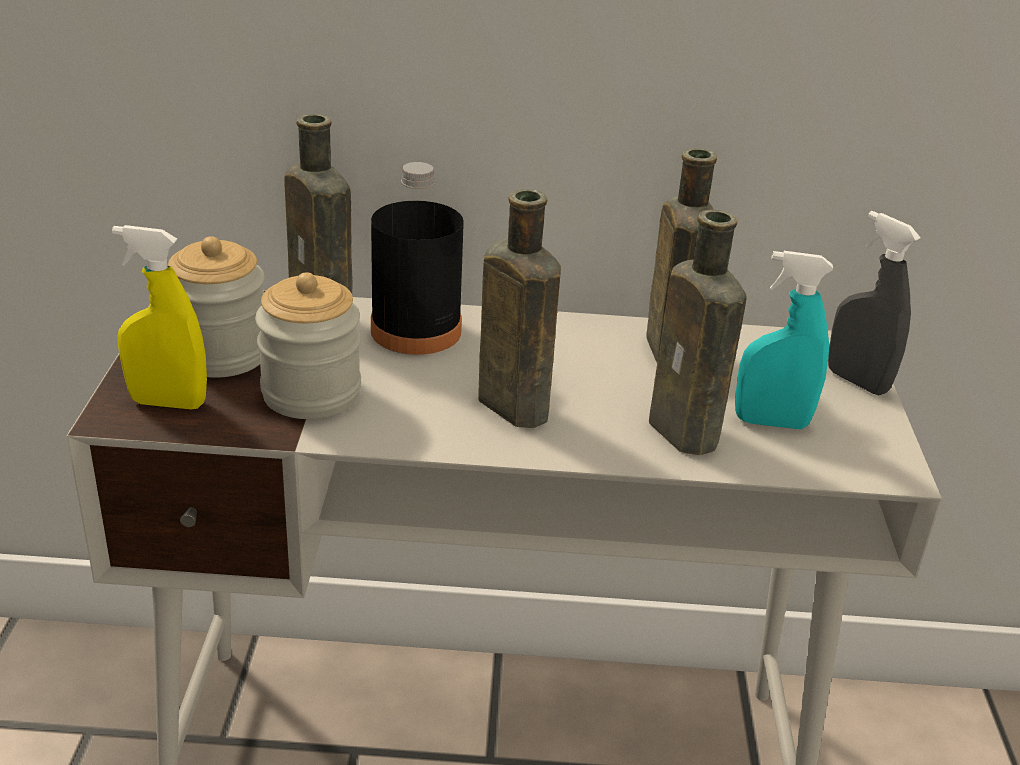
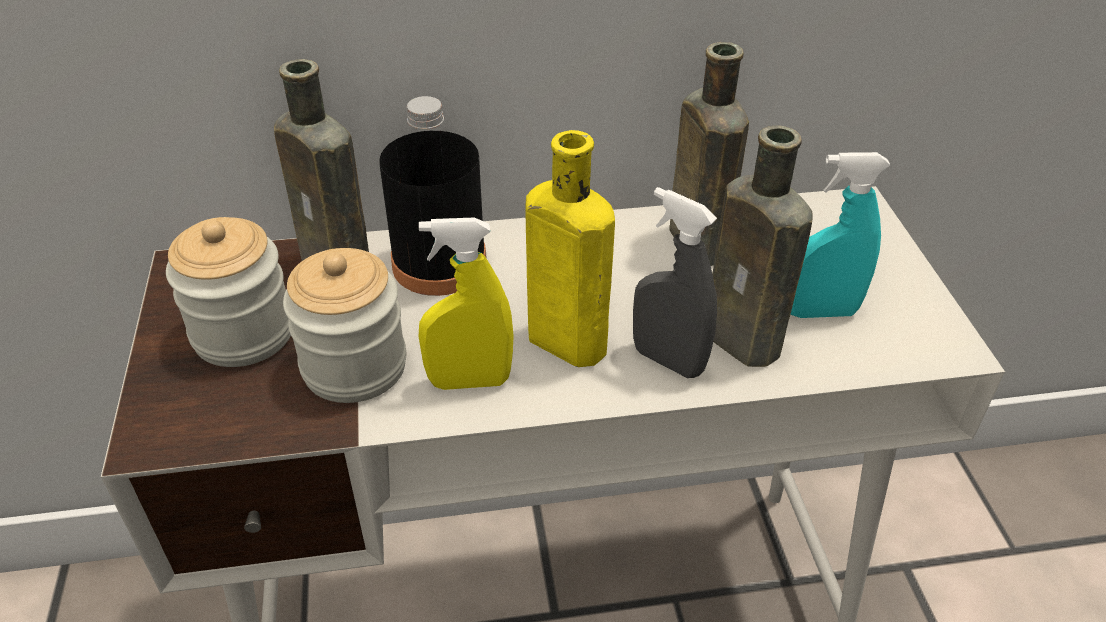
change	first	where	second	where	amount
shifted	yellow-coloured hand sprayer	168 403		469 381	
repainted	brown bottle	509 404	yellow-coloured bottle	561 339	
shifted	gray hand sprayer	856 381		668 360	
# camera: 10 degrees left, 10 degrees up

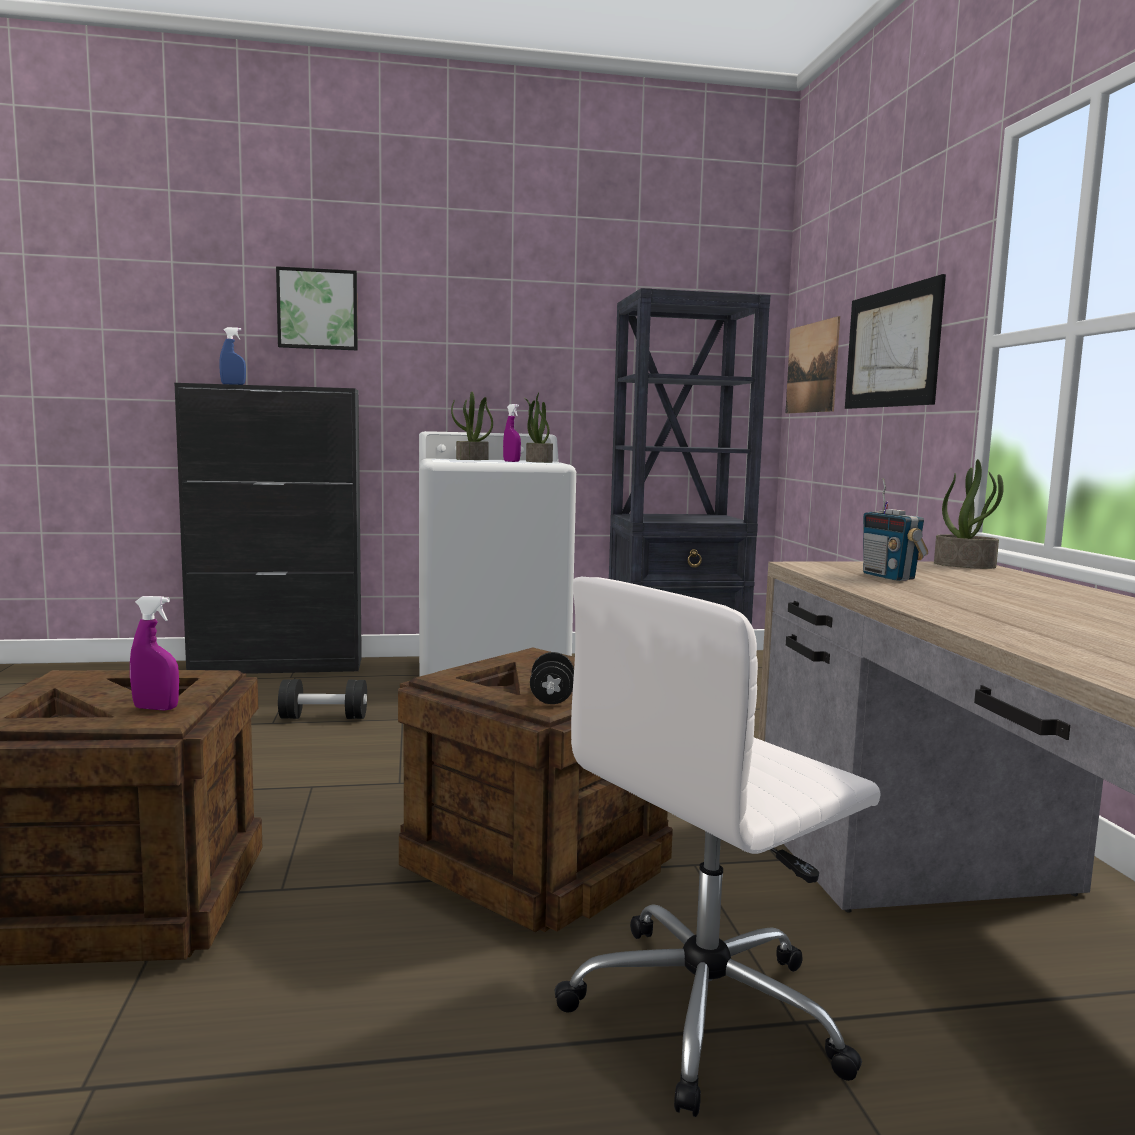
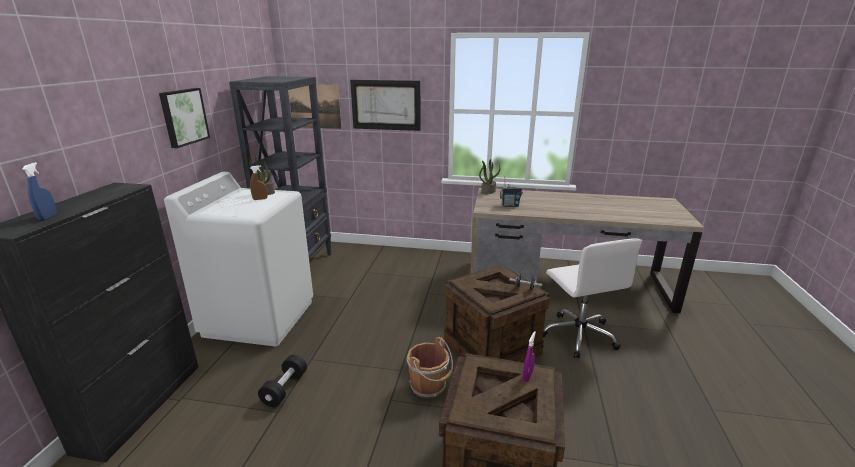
change	first	where	second	where	amount
shifted	picture	318 309		183 117	
gone	plant in a pot	472 459			
repainted	purple-coloured hand sprayer	511 461	brown hand sprayer	260 199	
new			brown pail	429 386	
# camera: 70 degrees left, 15 degrees up

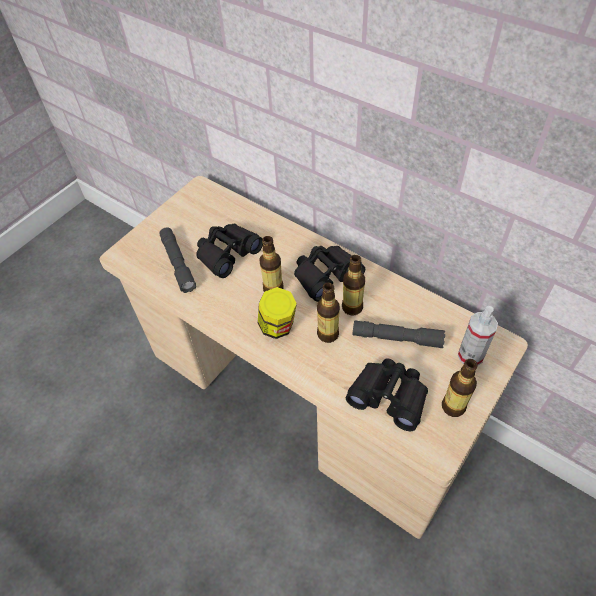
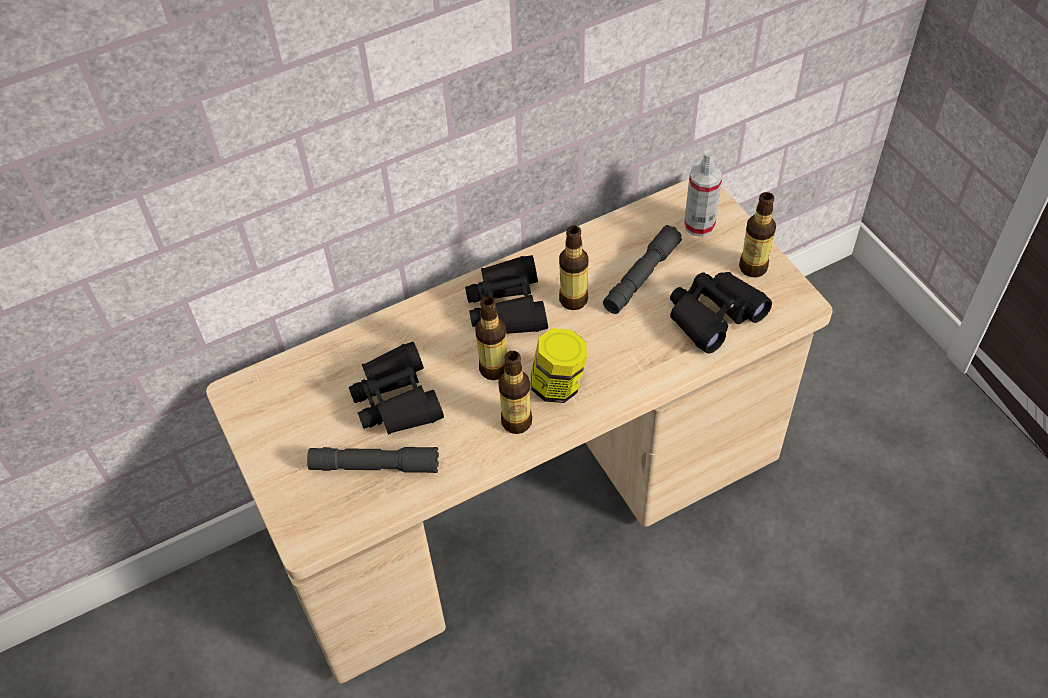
change	first	where	second	where	amount
shifted	bottle	328 334		516 421	
# camera: 65 degrees left, 0 degrees up

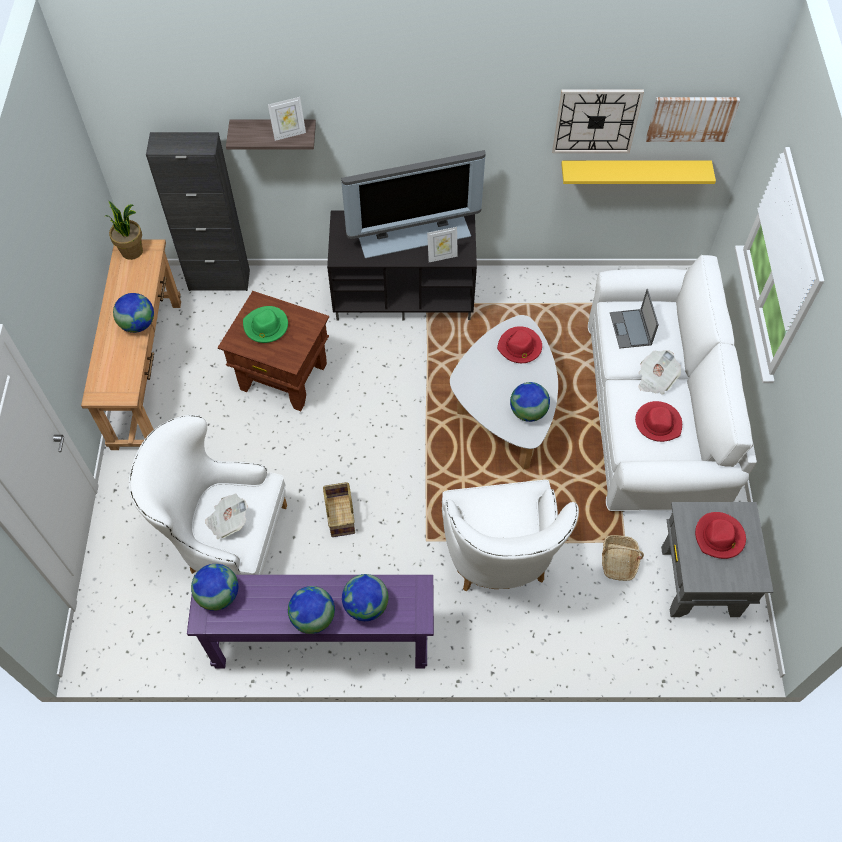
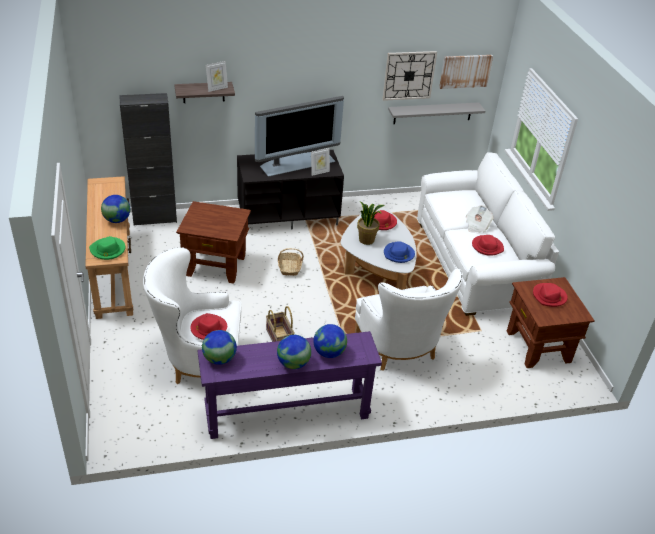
change	first	where	second	where	amount
shifted	plant in a pot	132 251		366 240	
swapped	daily paper	228 521	reddish hat	208 328	
shifted	greenish hat	266 326		108 250	
swapped	desk globe	528 412	blue-coloured hat	399 254	
repainted	yellow-coloured wall shelf	634 171	gray wall shelf	432 113	
shifted	basket	618 561		289 267	
gone	notebook computer	631 329			
repainted	gray side table	699 581	brown side table	538 347	
# camera: 15 degrees left, 20 degrees down

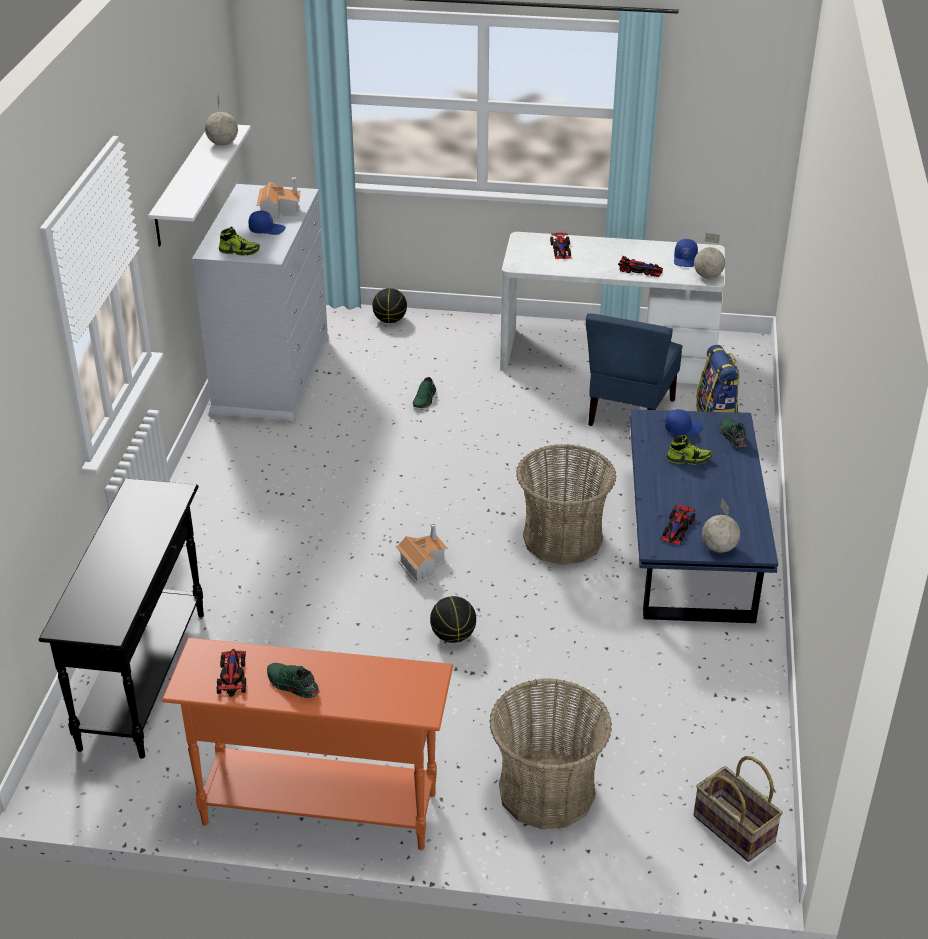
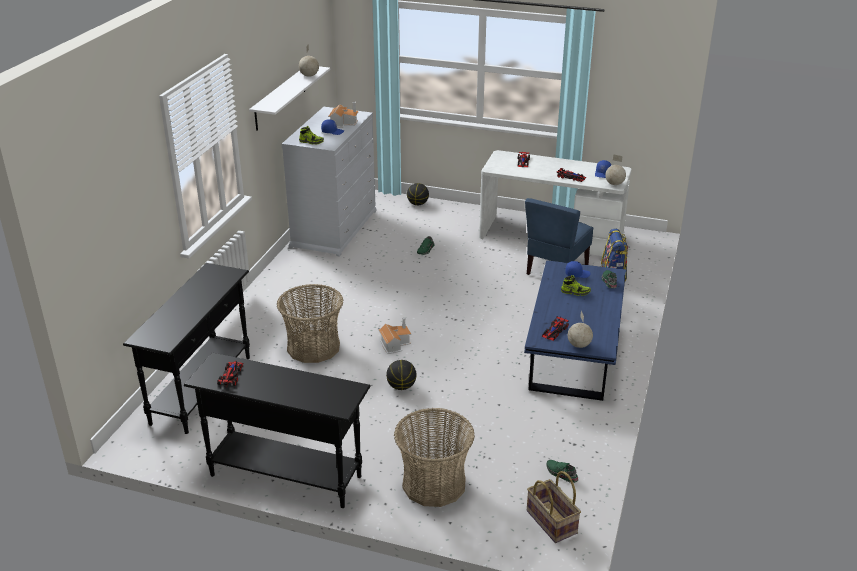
change	first	where	second	where	amount
repainted	orange-coloured console table	319 808	blackish console table	285 475	
shifted	greenish shoe	292 685		561 474	
shifted	basket	563 538		313 347	
# camera: 10 degrees right, 5 degrees down

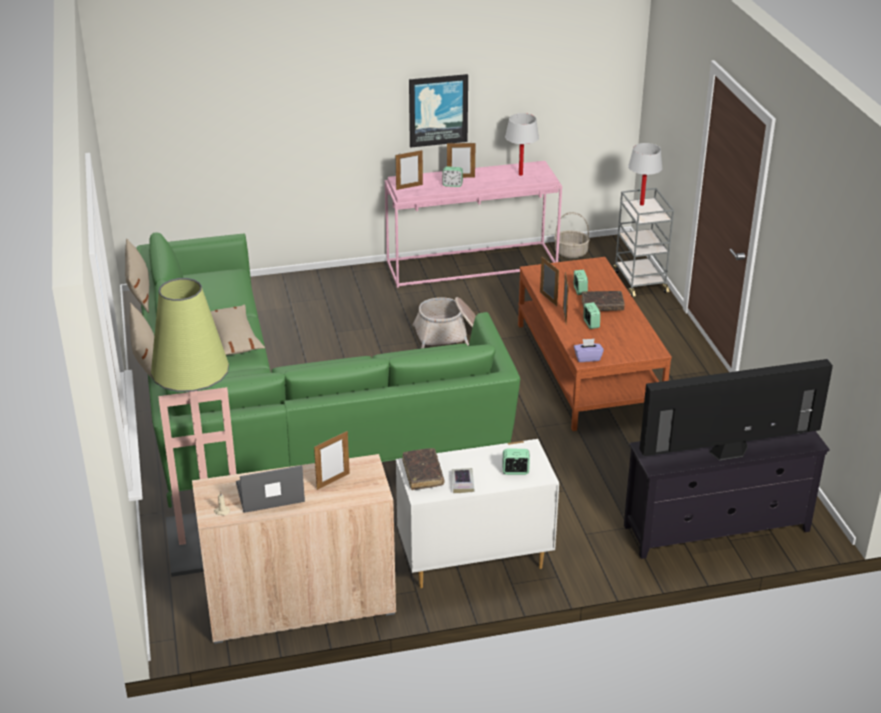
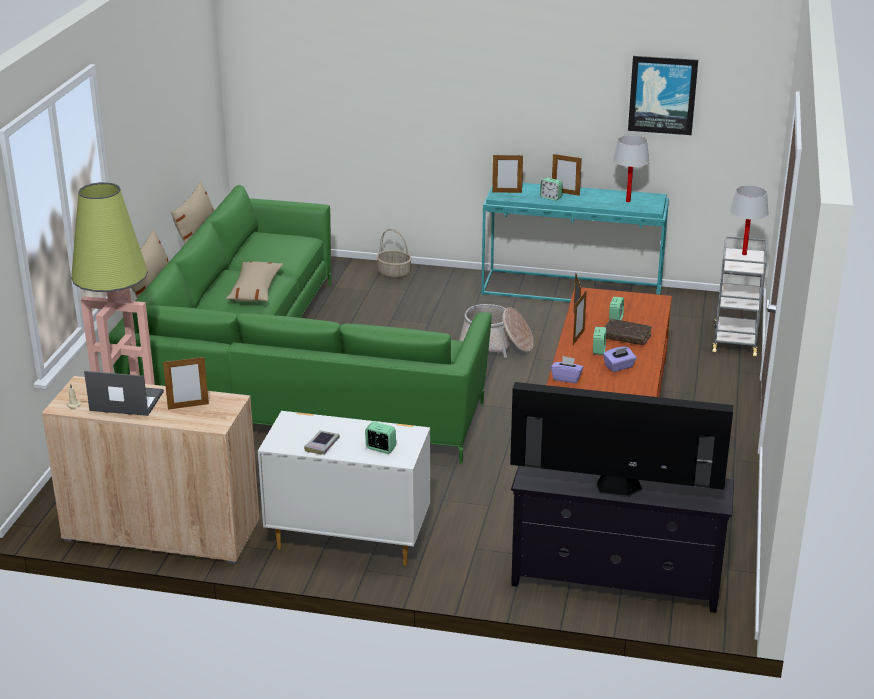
change	first	where	second	where	amount
repainted	pink-coloured console table	472 264	turquoise-coloured console table	573 290	
gone	brown book	423 473			
shifted	picture	438 110		662 95	
shifted	basket	571 253		394 273	
new			purple-coloured tissue holder	619 367	
# camera: 25 degrees right, 5 degrees down

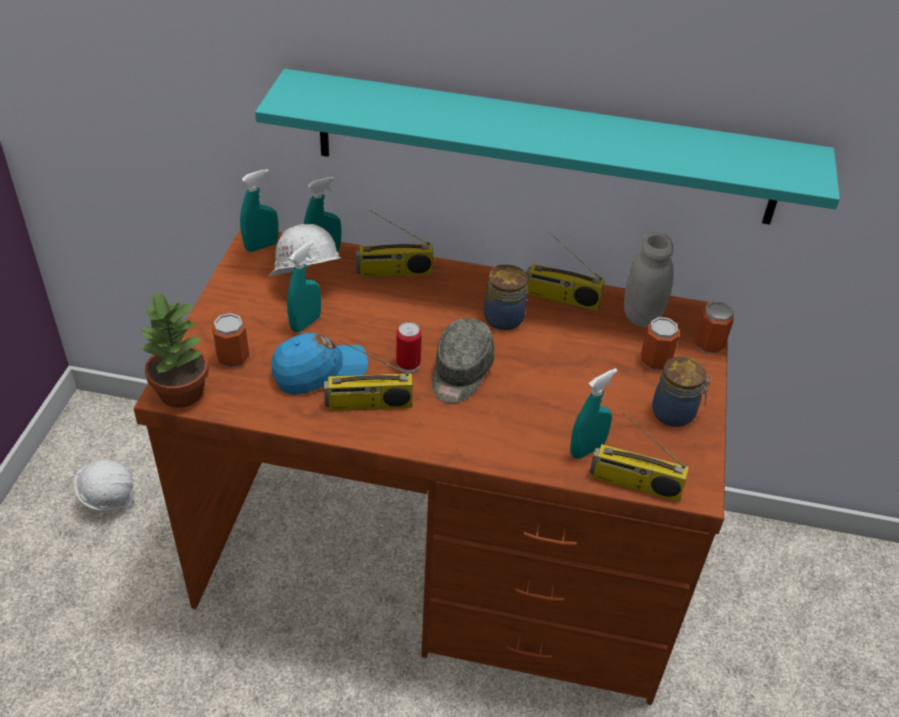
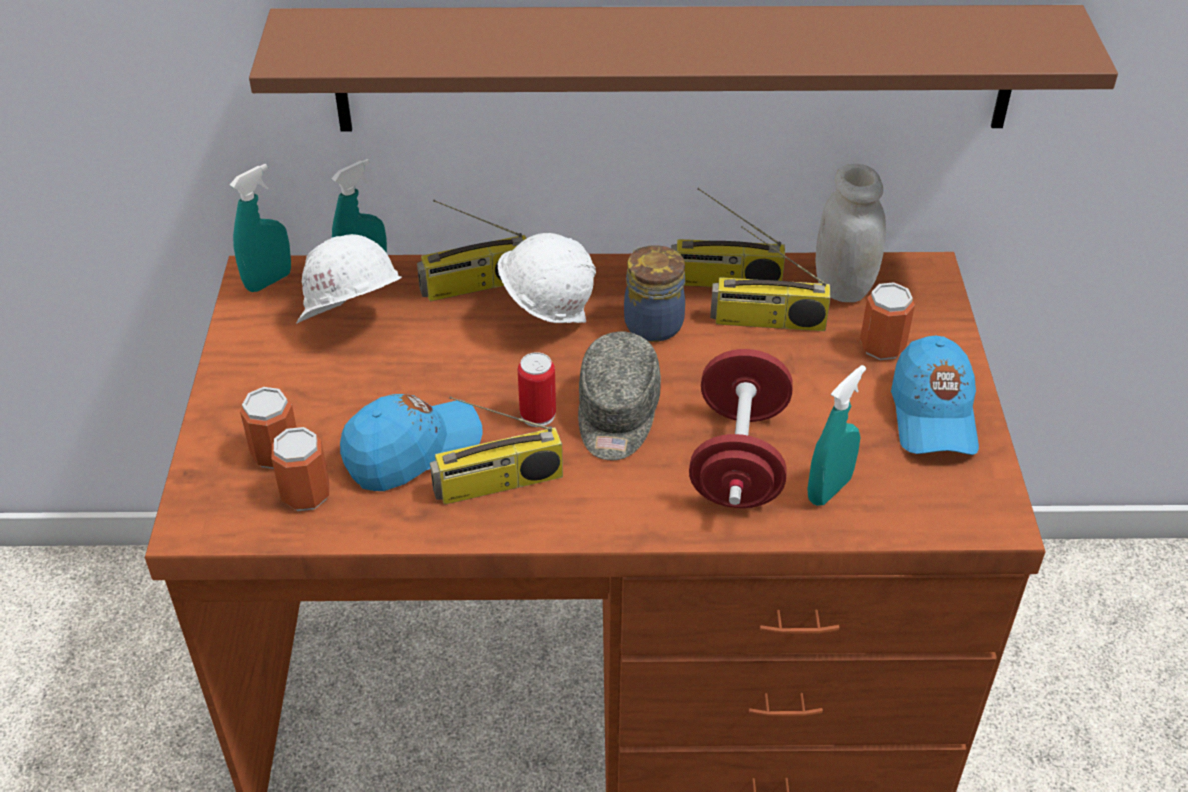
change	first	where	second	where	amount
shifted	white safety helmet	111 501		547 320	
gone	plant in a pot	181 393			
repainted	turquoise-coloured wall shelf	544 148	brown wall shelf	674 68	
gone	turquoise-coloured hand sprayer	305 323			
shifted	radio	634 484		767 322	
swapped	storage jar	675 413	blue-coloured baseball cap	933 415	
shifted	can	708 344		306 495	
new			reddish free weight	738 459	
# camera: 10 degrees left, 0 degrees up

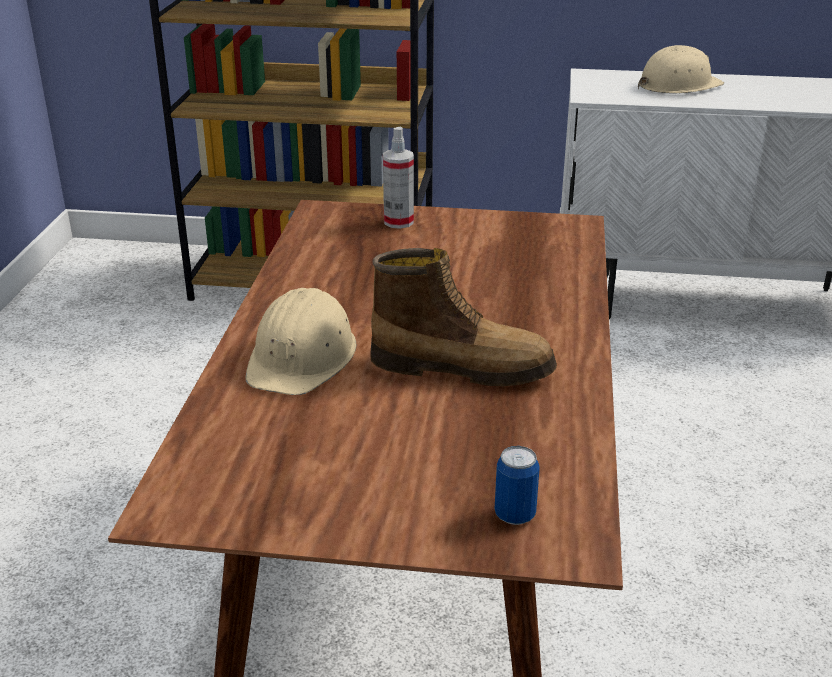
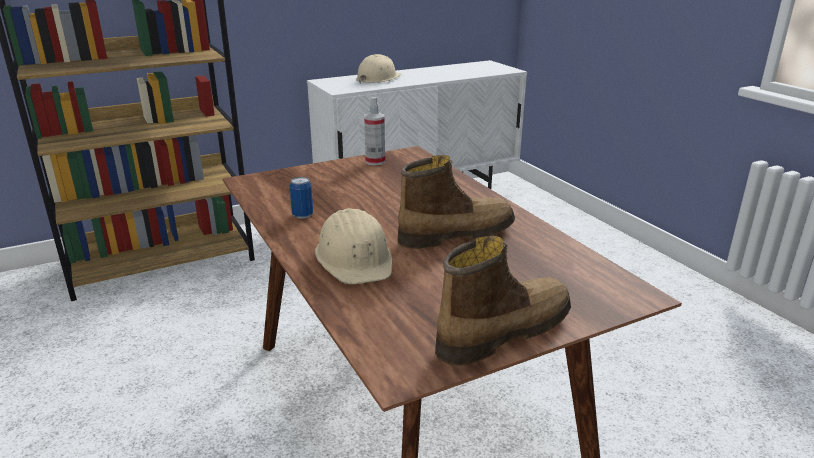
change	first	where	second	where	amount
shifted	hand sprayer	398 222		375 161	
shifted	can	515 515		302 215	
new			boot	502 332	
# camera: 35 degrees left, 5 degrees down

